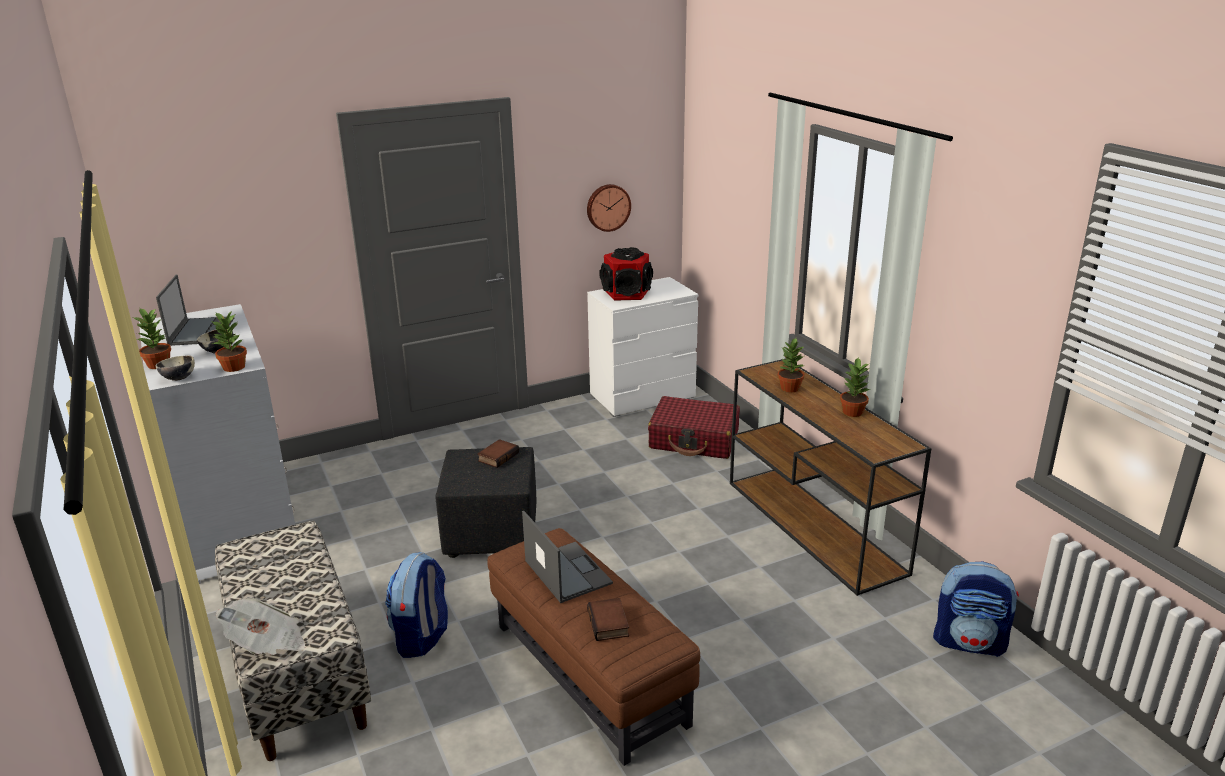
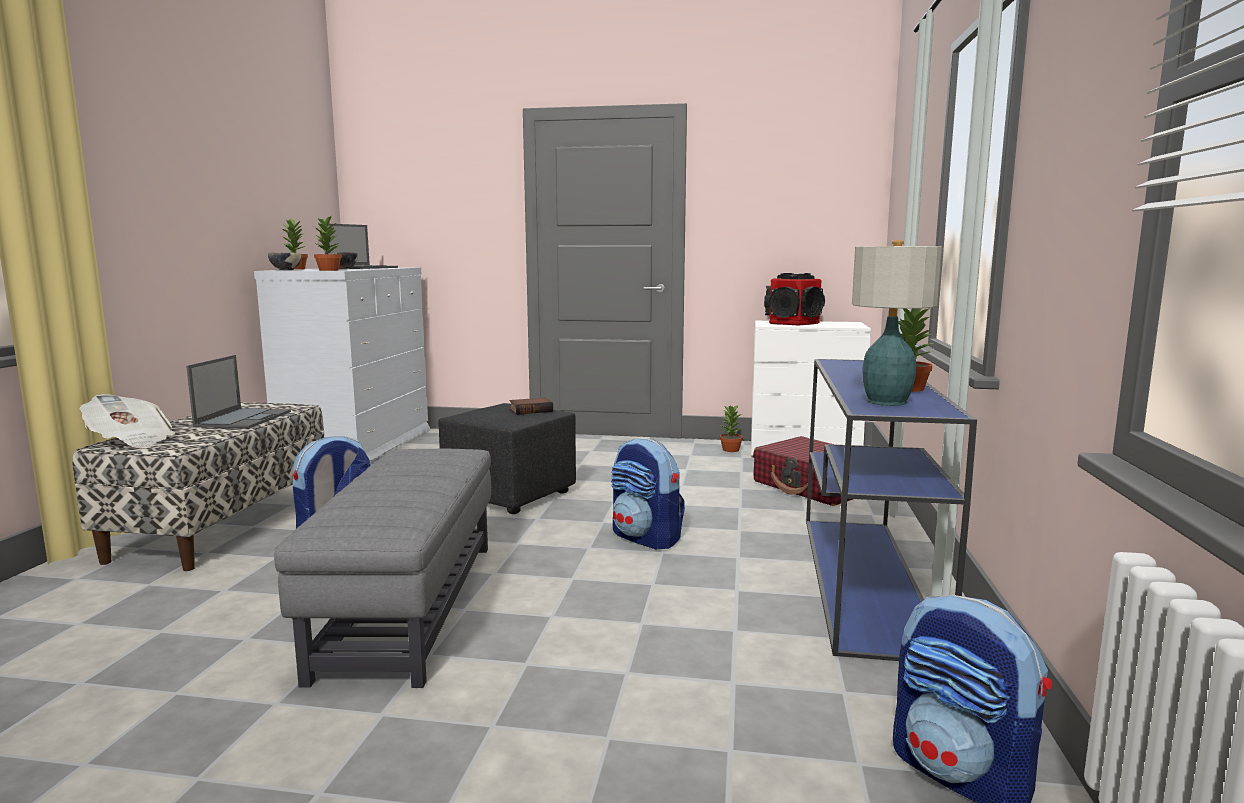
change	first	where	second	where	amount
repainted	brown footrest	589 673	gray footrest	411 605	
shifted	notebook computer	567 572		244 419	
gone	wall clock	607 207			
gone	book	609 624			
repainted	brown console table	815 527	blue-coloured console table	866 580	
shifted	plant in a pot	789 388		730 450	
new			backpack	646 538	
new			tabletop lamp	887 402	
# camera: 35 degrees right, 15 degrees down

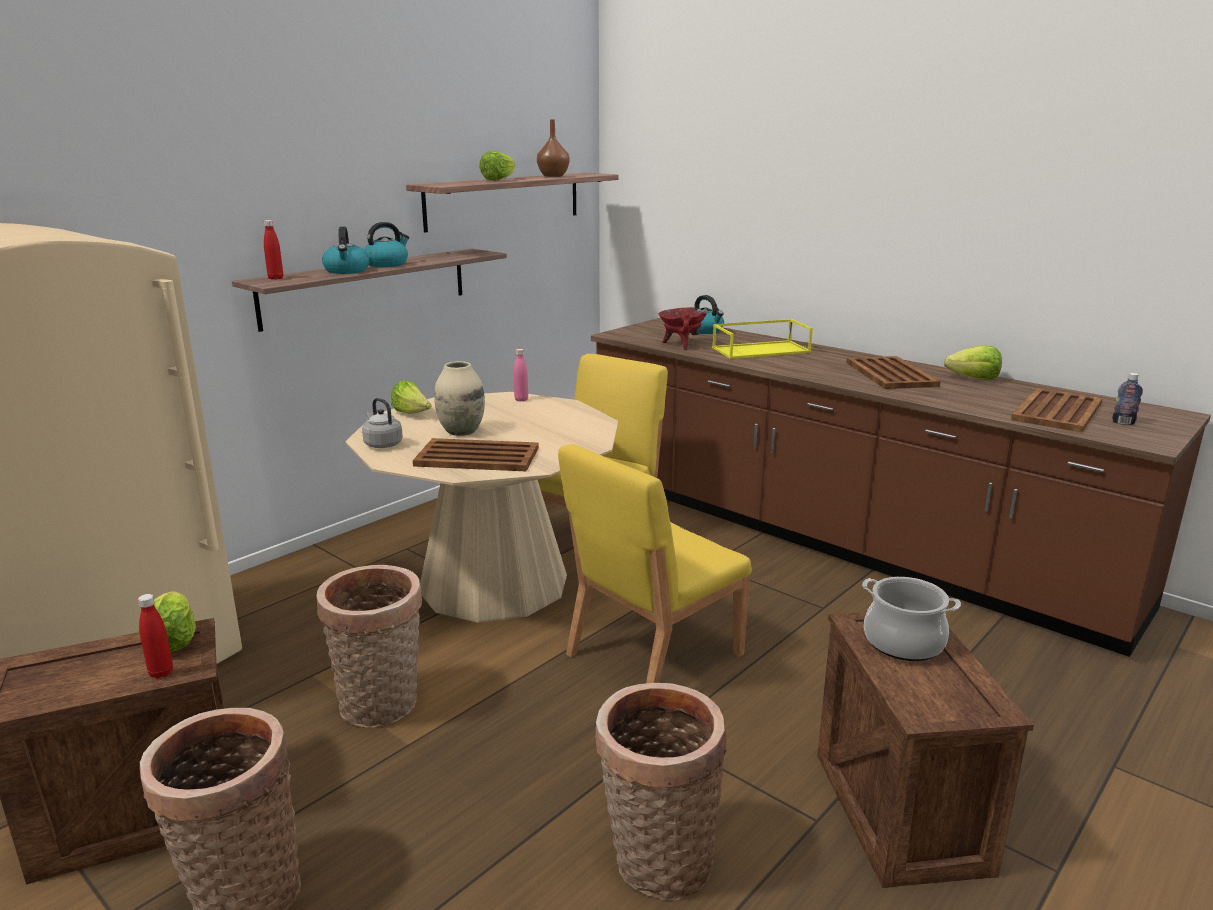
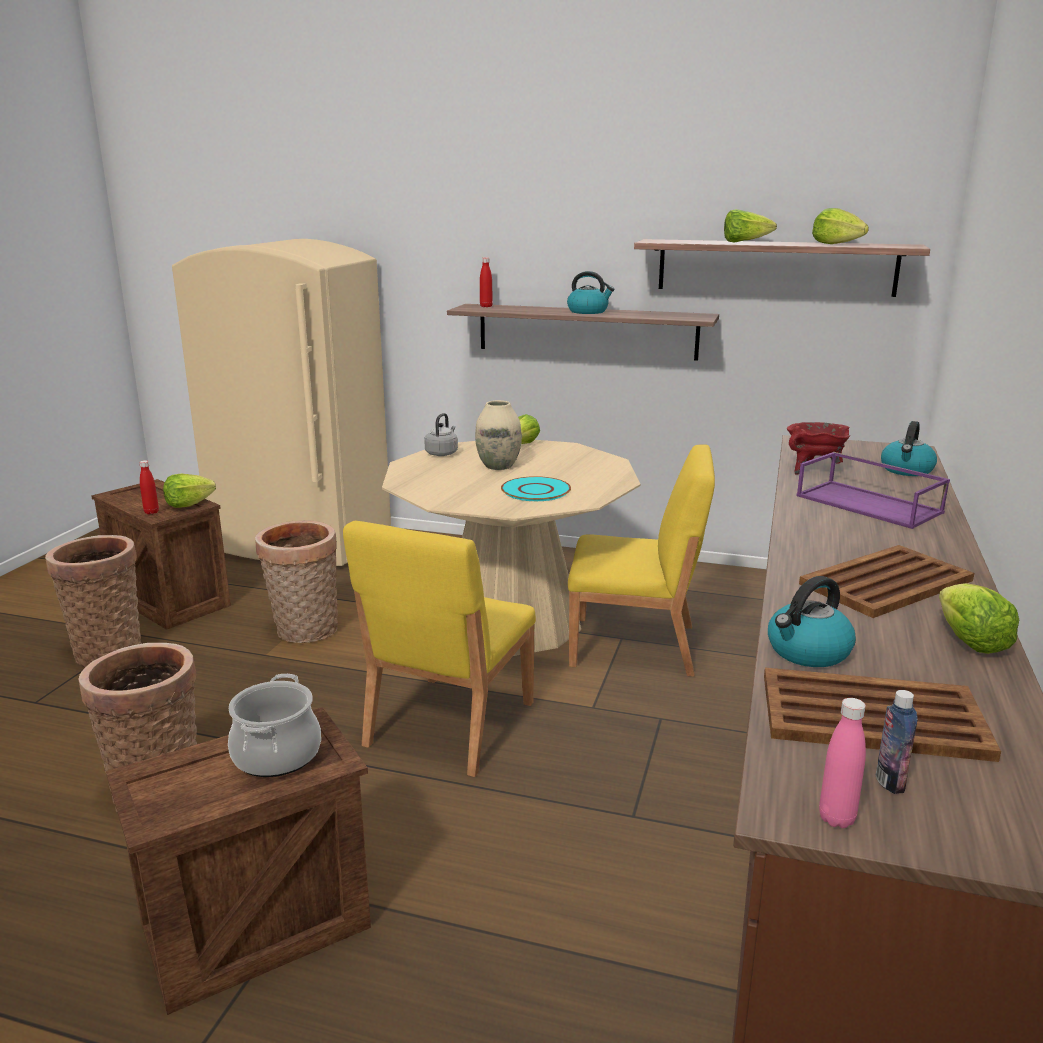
change	first	where	second	where	amount
shifted	water kettle	347 271		807 652	
gone	brown tray	478 457			
shifted	pink-coloured bottle	521 400		836 818	
swapped	brown flower vase	552 176	lettuce head	836 244	
rotated	yellow-coloured chair	652 655		448 724	90 degrees counterclockwise
repainted	yellow-coloured tray	761 350	purple-coloured tray	870 504	
new			turquoise-coloured plate	535 490	
# camera: 65 degrees right, 0 degrees up

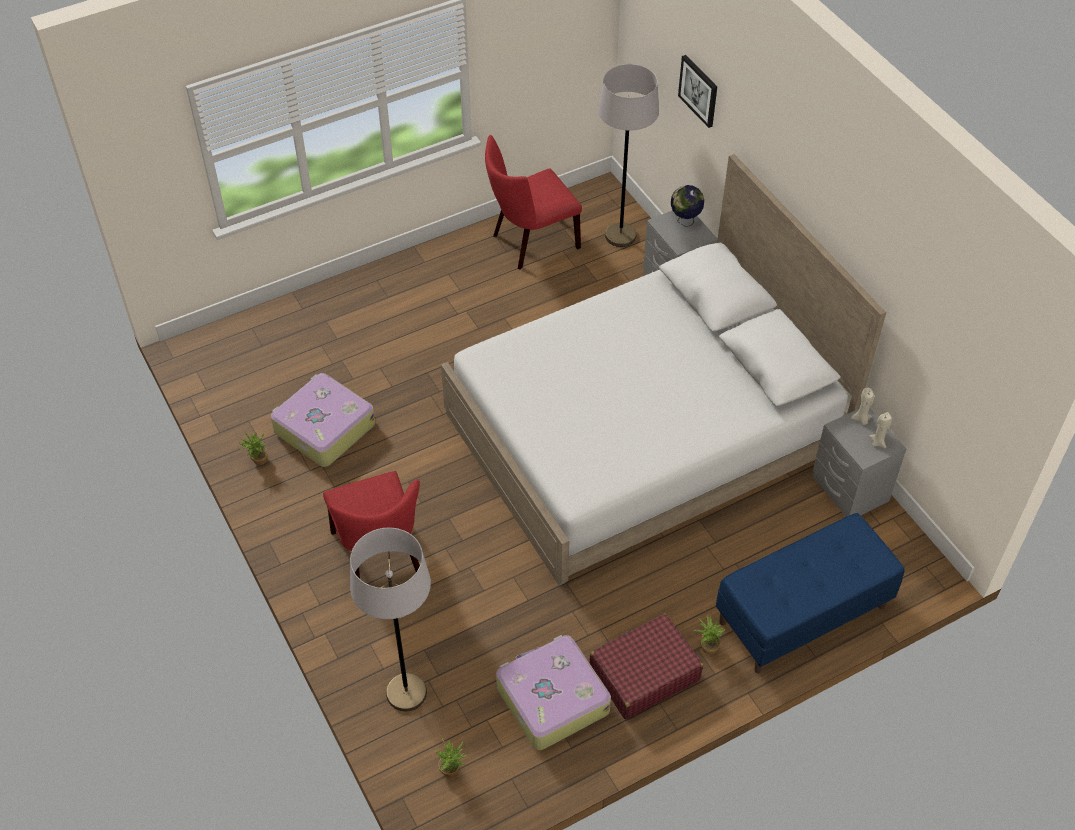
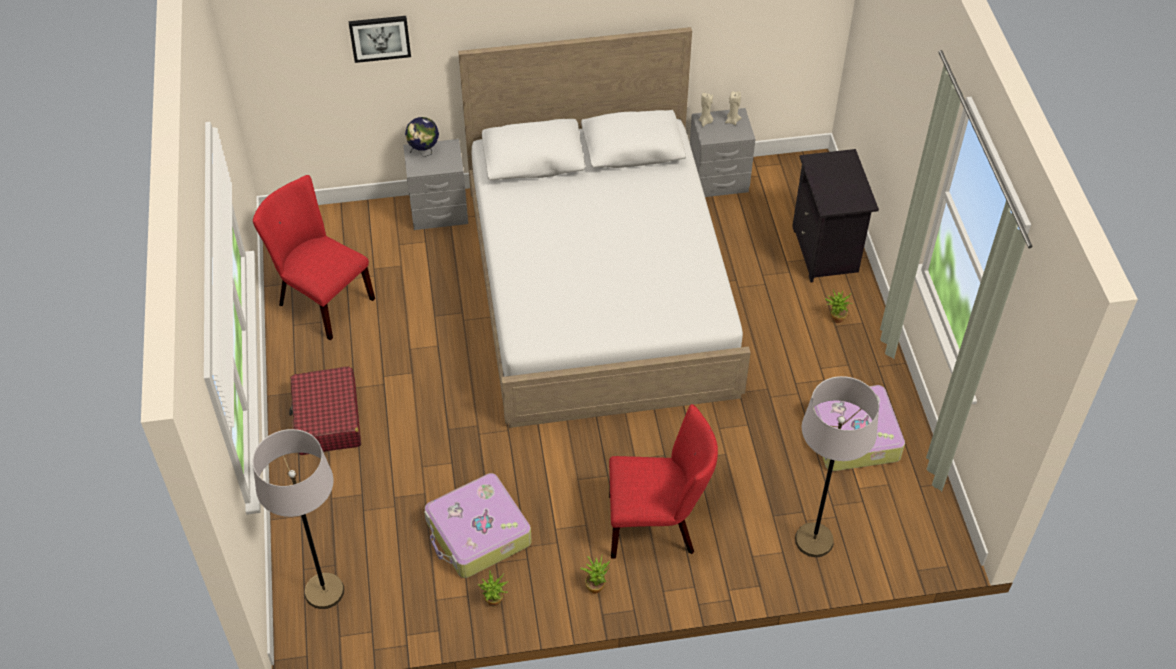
change	first	where	second	where	amount
shifted	plant in a pot	453 770		596 585	
rotated	reddish chair	530 242		320 300	135 degrees clockwise
shifted	reddish travel case	644 674		327 419	
shifted	gray standard lamp	620 235		324 591	
swapped	blue-coloured bench	802 615	blackish night table	826 251	
# camera: 70 degrees left, 0 degrees up

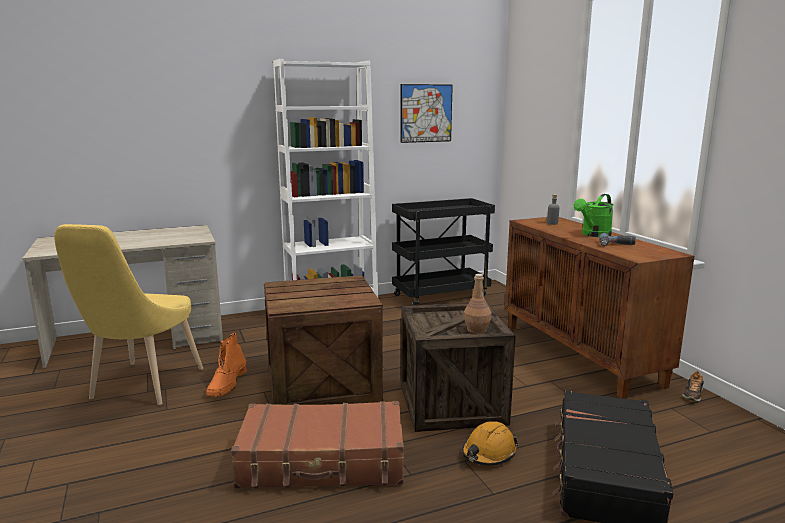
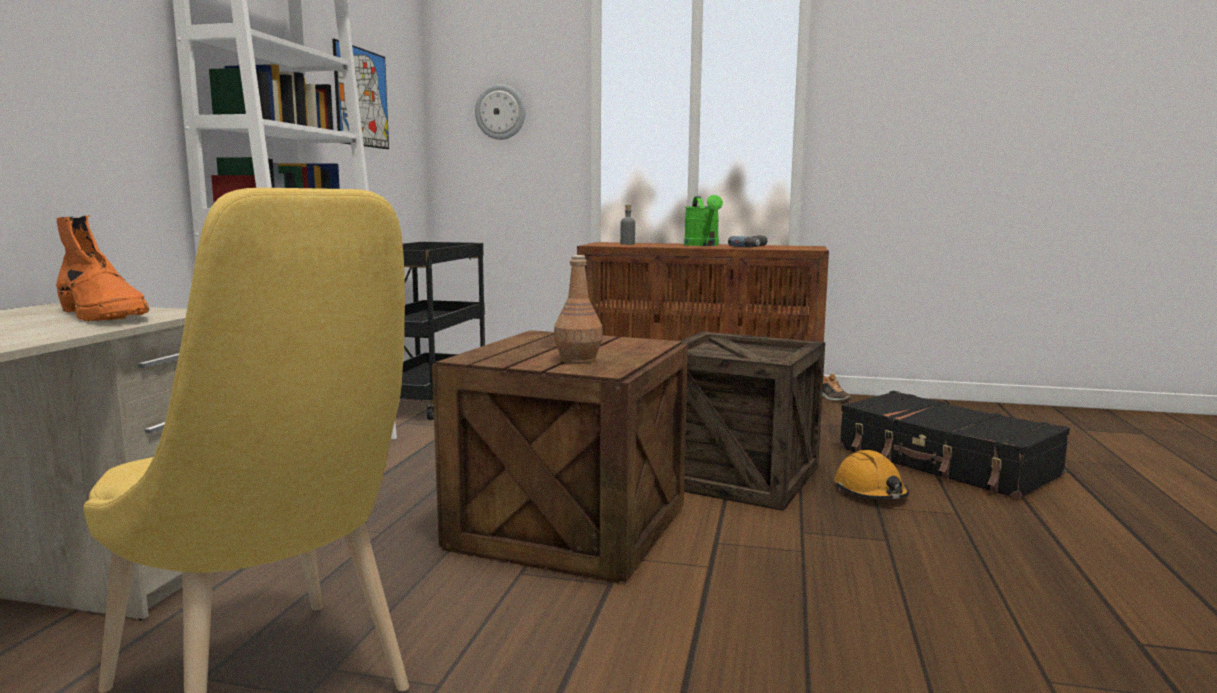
change	first	where	second	where	amount
shifted	orange-coloured boot	227 384		104 315	
gone	brown travel case	323 462			
shifted	brown bottle	476 330		577 360	
new			wall clock	500 112	
# camera: 55 degrees left, 5 degrees down

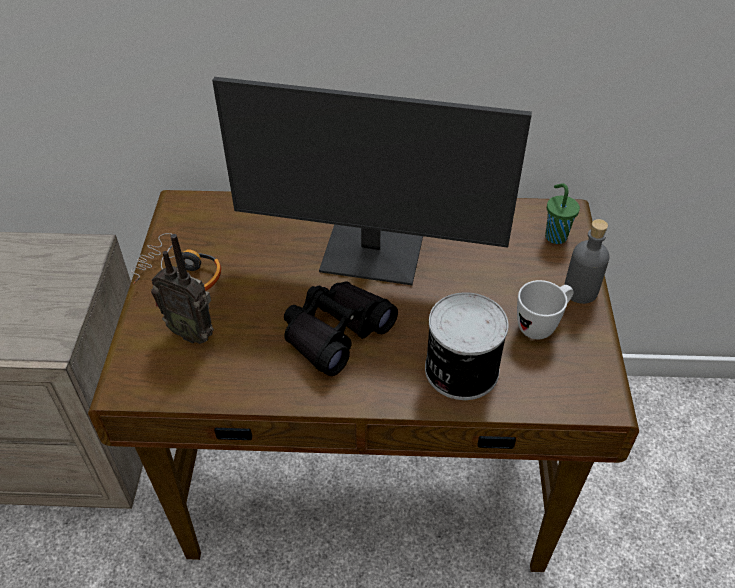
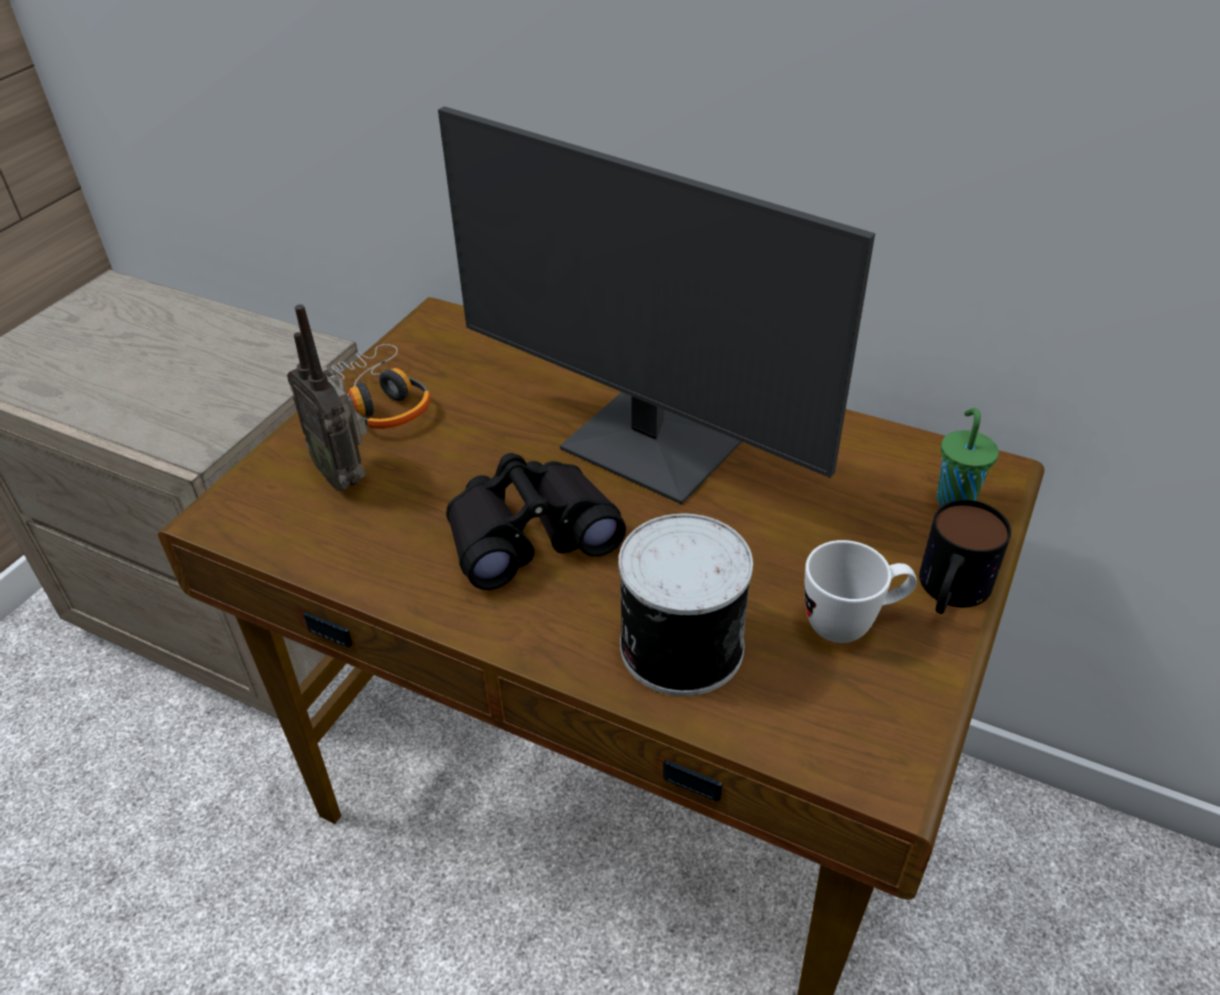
change	first	where	second	where	amount
swapped	gray bottle	580 291	mug	949 592	
# camera: 25 degrees right, 5 degrees down

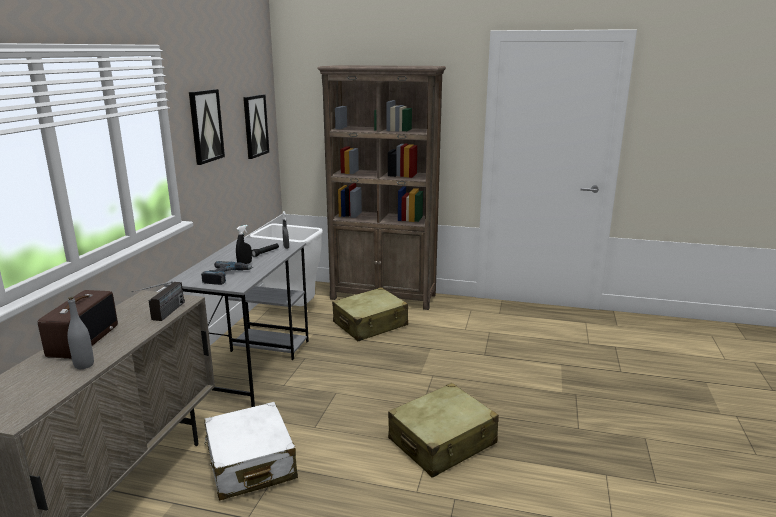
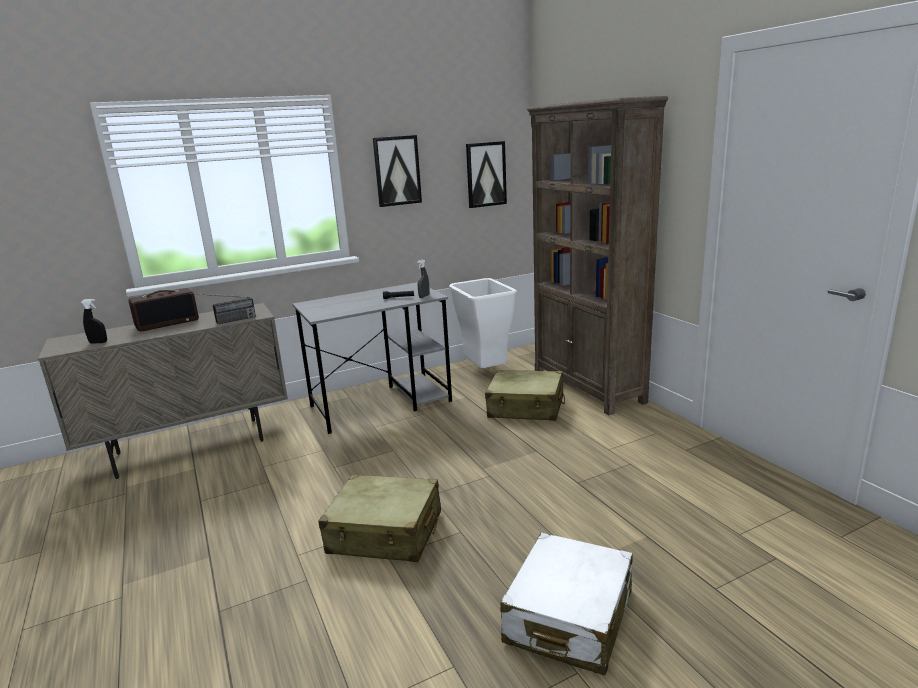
change	first	where	second	where	amount
gone	gray bottle	84 365			
gone	power drill	226 276			
shifted	white travel case	250 463		569 617	
shifted	blackish hand sprayer	244 264		98 342	
# camera: 50 degrees right, 0 degrees up

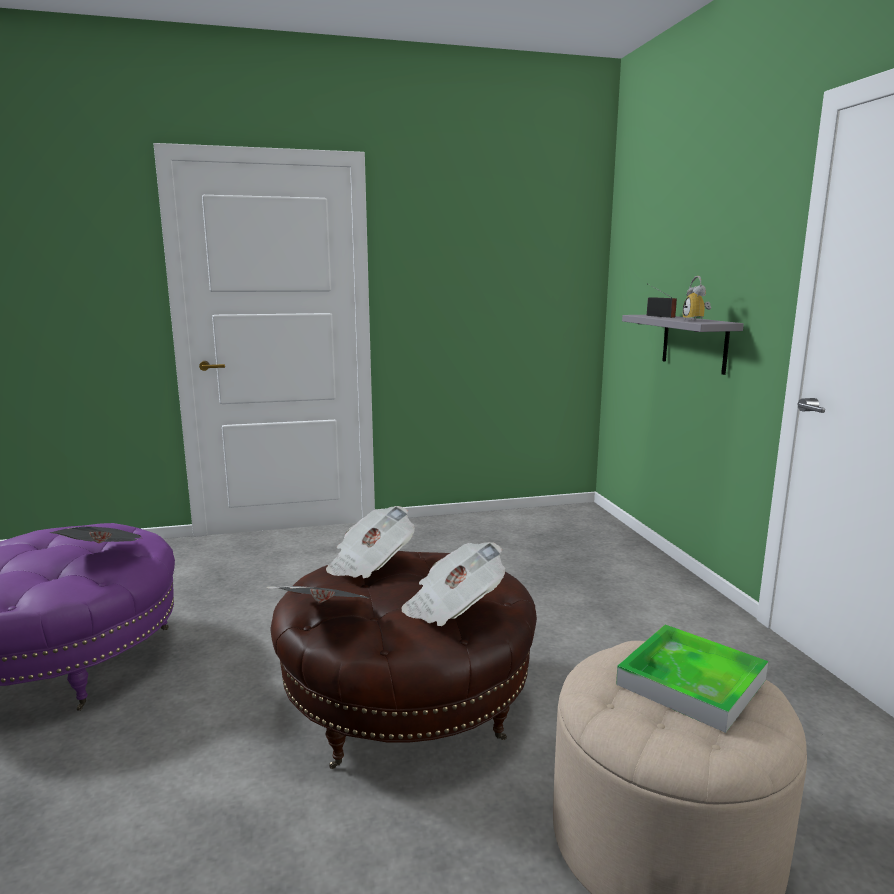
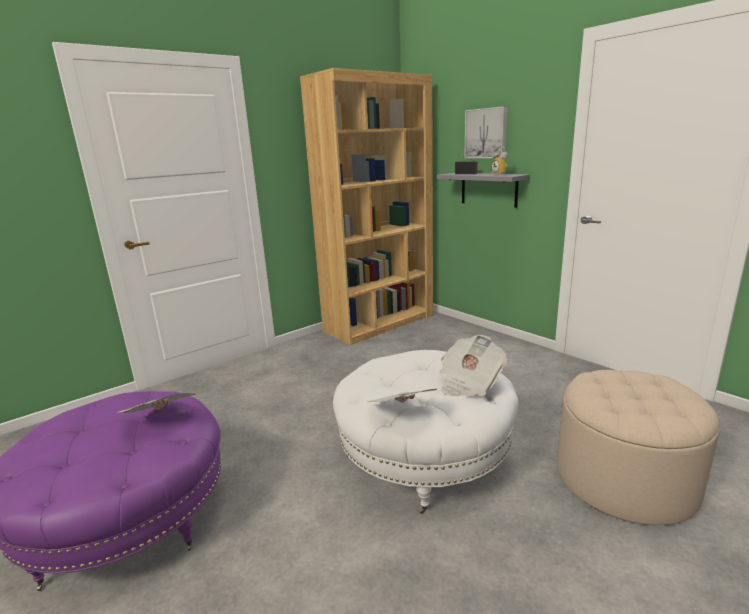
change	first	where	second	where	amount
repainted	brown footrest	407 703	white footrest	424 457	
gone	daily paper	370 564			
gone	tray	691 682			
new			brown bookcase	380 323	
new			picture	486 133	
# camera: 25 degrees left, 5 degrees up

